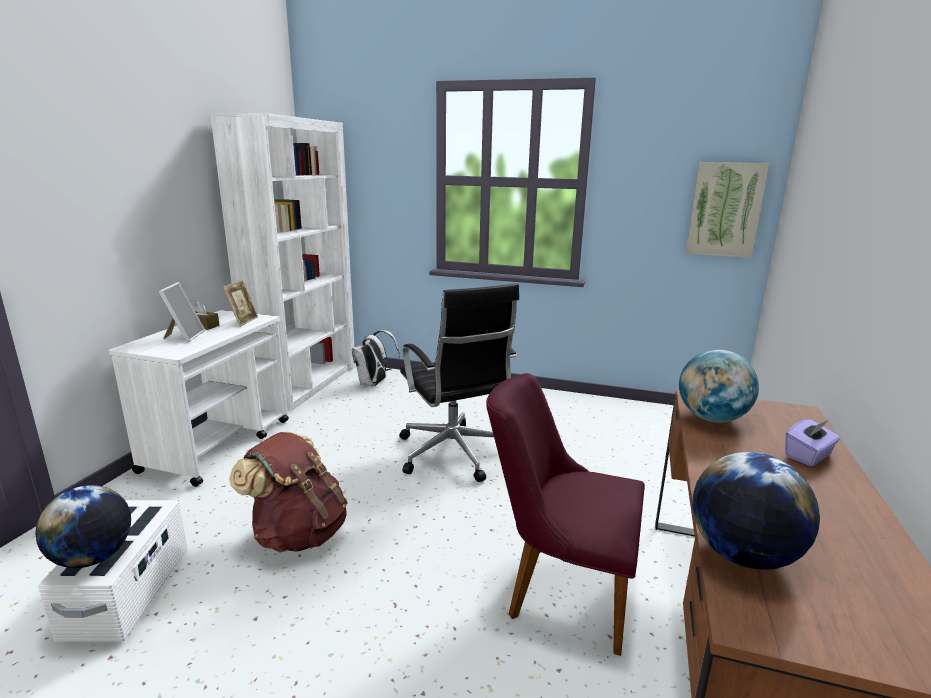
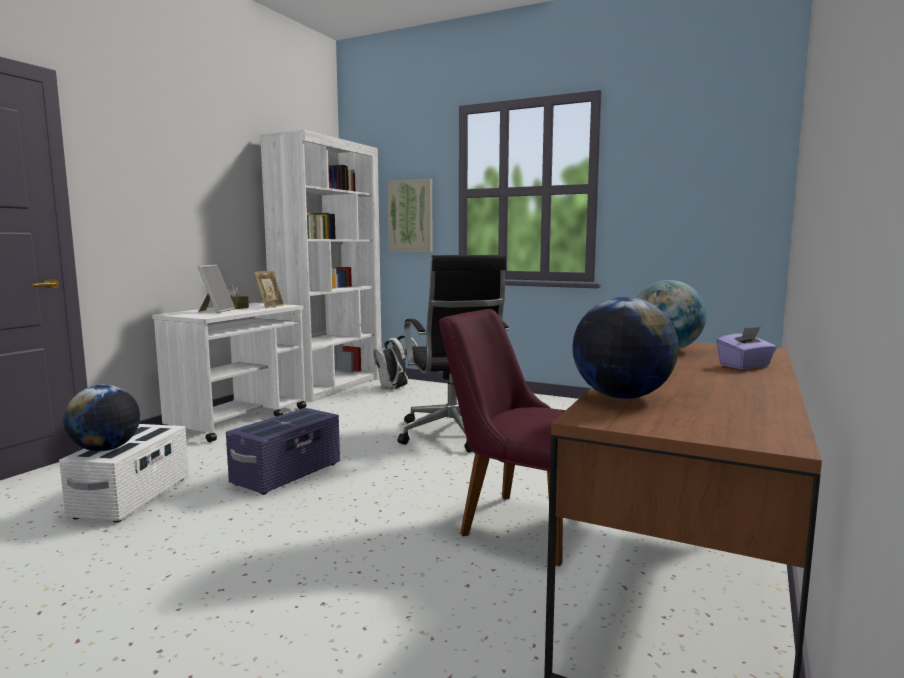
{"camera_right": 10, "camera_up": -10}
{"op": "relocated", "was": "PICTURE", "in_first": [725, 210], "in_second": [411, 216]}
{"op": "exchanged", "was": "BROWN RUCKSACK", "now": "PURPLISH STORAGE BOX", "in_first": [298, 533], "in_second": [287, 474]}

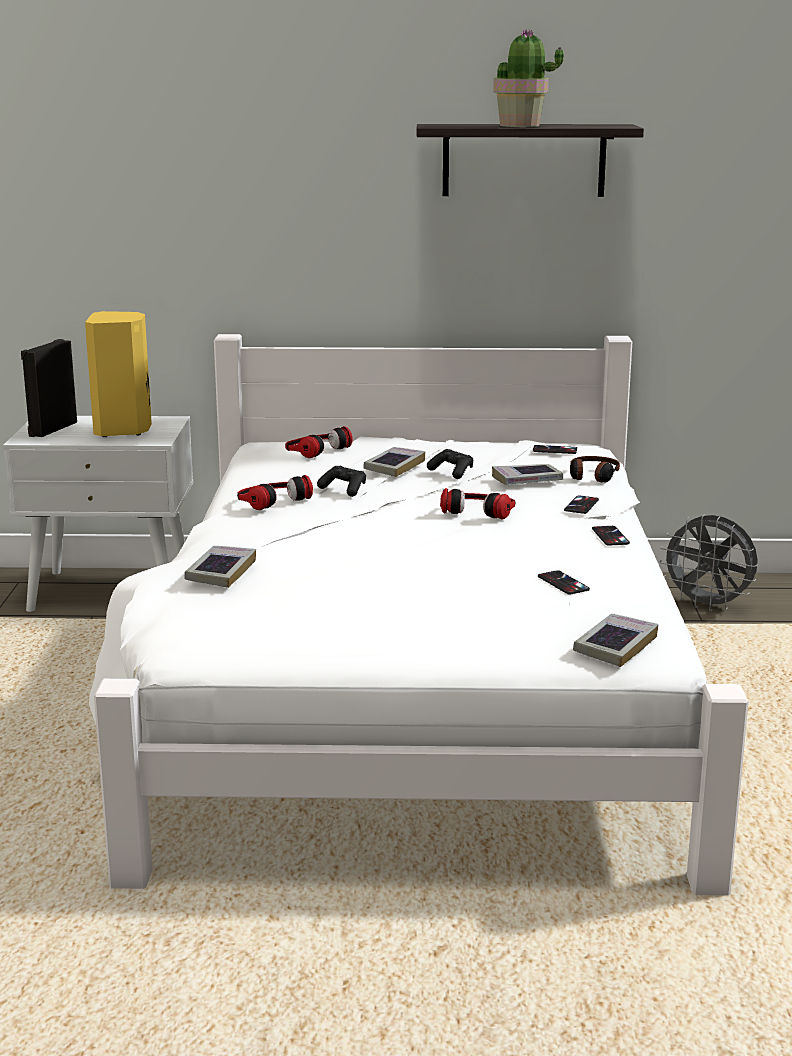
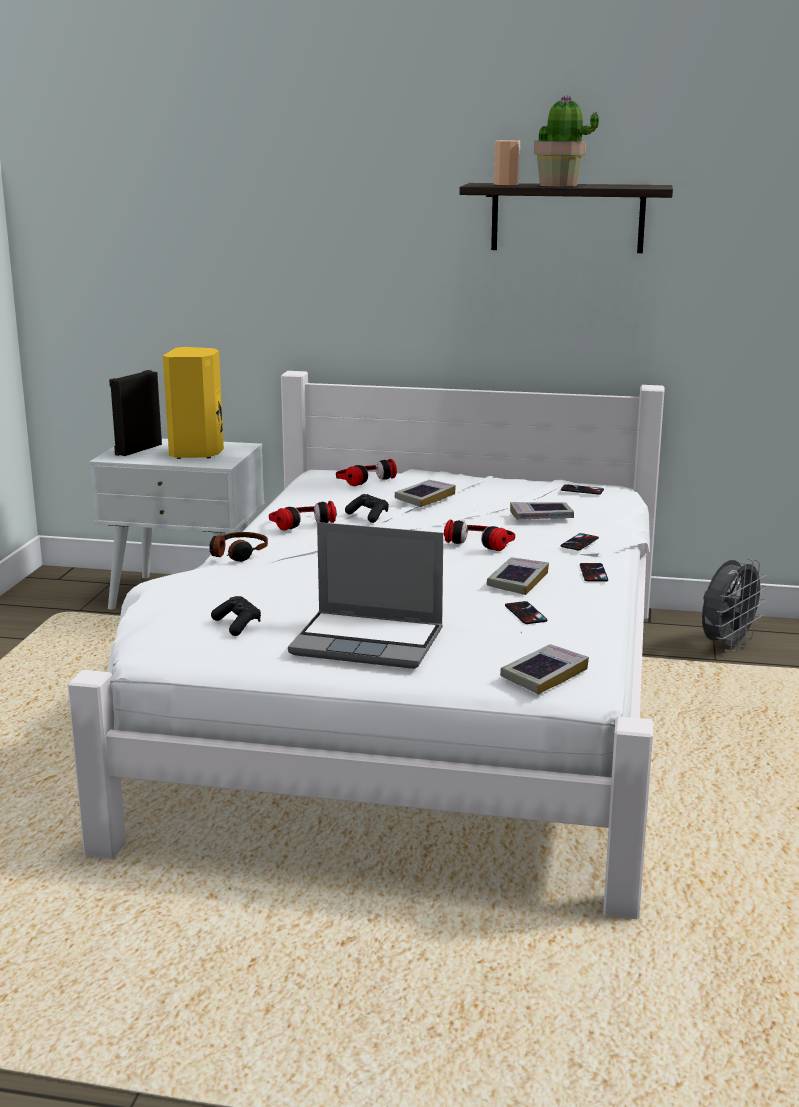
{"camera_right": 10, "camera_up": 0}
{"op": "appeared", "now": "LAPTOP", "in_second": [370, 642]}
{"op": "appeared", "now": "DRINKING CUP", "in_second": [506, 184]}
{"op": "relocated", "was": "VOLUME", "in_first": [221, 572], "in_second": [517, 581]}
{"op": "relocated", "was": "BLACK-COLOURED JOYPAD", "in_first": [451, 472], "in_second": [237, 625]}
{"op": "relocated", "was": "PAIR OF HEADPHONES", "in_first": [593, 476], "in_second": [238, 554]}
{"op": "spun", "was": "GREY ELECTRIC FAN", "in_first": [708, 605], "in_second": [727, 646], "clockwise": -90}

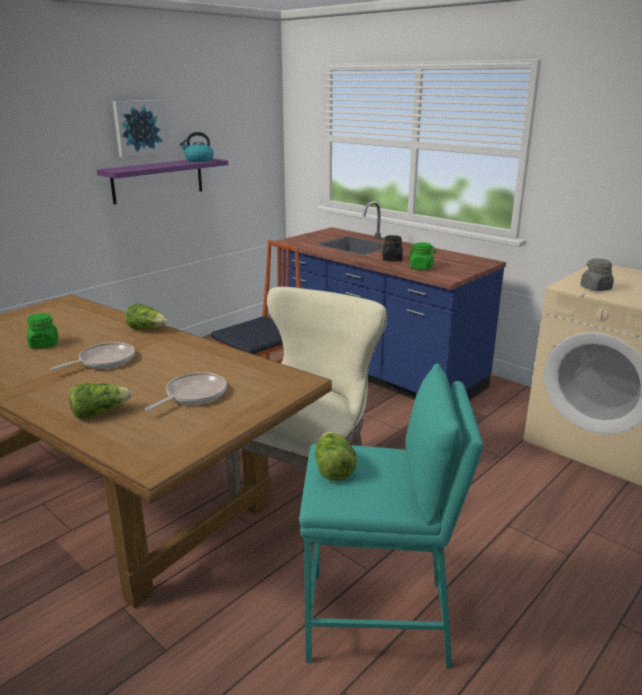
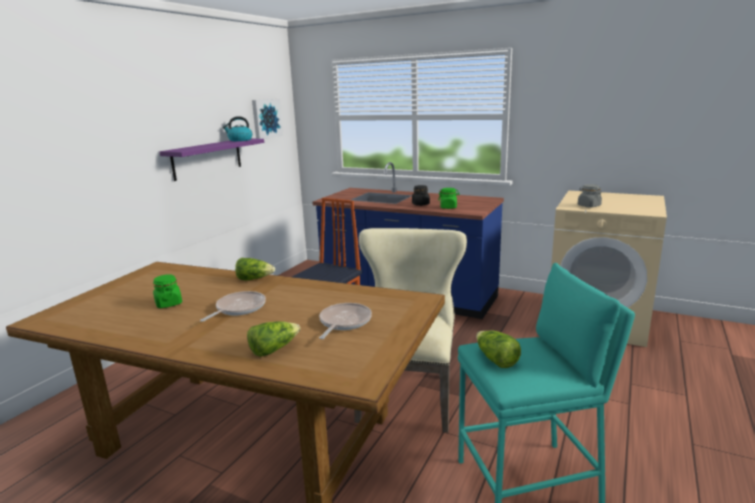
{"camera_right": -15, "camera_up": -5}
{"op": "relocated", "was": "PICTURE", "in_first": [138, 128], "in_second": [266, 118]}

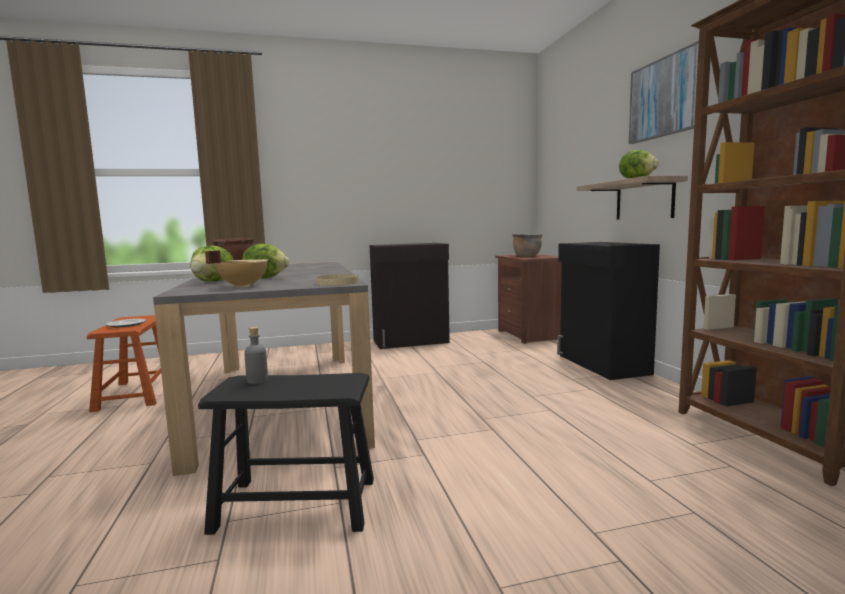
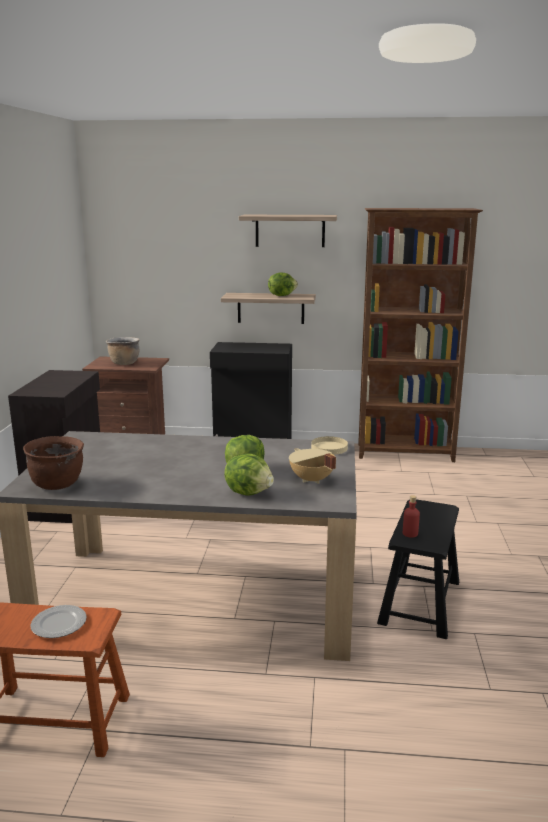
{"camera_right": -70, "camera_up": 10}
{"op": "exchanged", "was": "PICTURE", "now": "SHELF", "in_first": [665, 97], "in_second": [290, 230]}
{"op": "colour", "was": "GREY BEVERAGE BOTTLE", "now": "REDDISH BEVERAGE BOTTLE", "in_first": [257, 381], "in_second": [410, 533]}

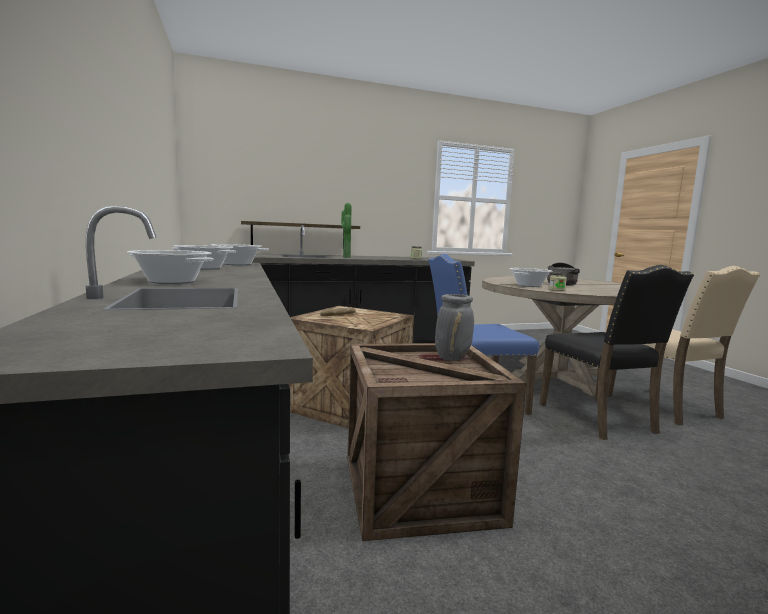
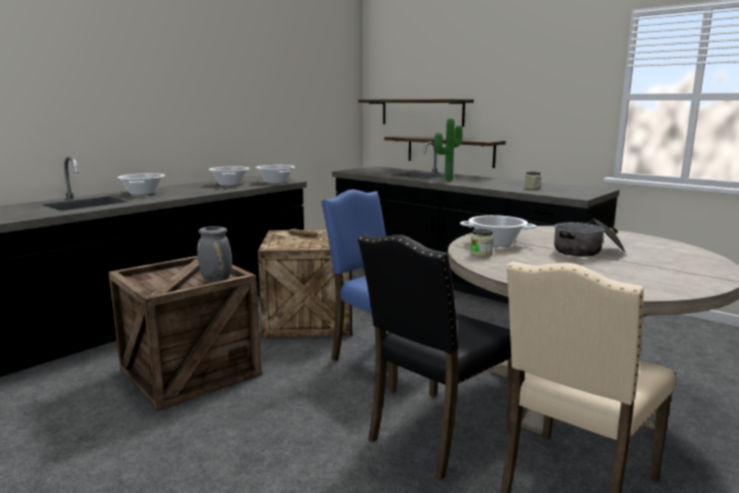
{"camera_right": 60, "camera_up": 5}
{"op": "appeared", "now": "SHELF", "in_second": [421, 112]}

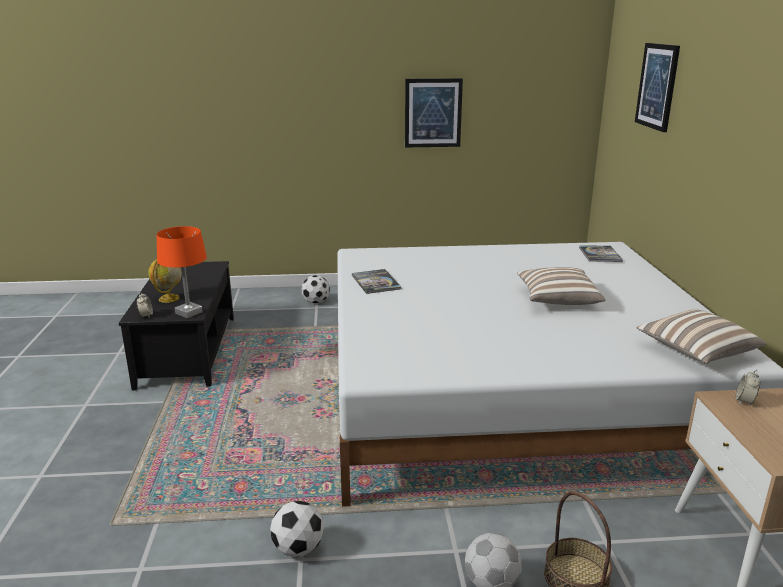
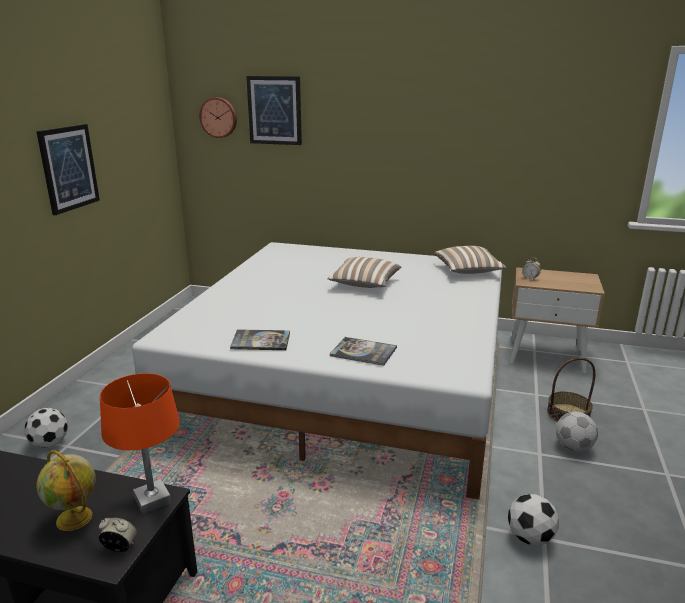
{"camera_right": -70, "camera_up": 0}
{"op": "appeared", "now": "HANGING CLOCK", "in_second": [219, 117]}
{"op": "relocated", "was": "VOLUME", "in_first": [600, 254], "in_second": [363, 352]}

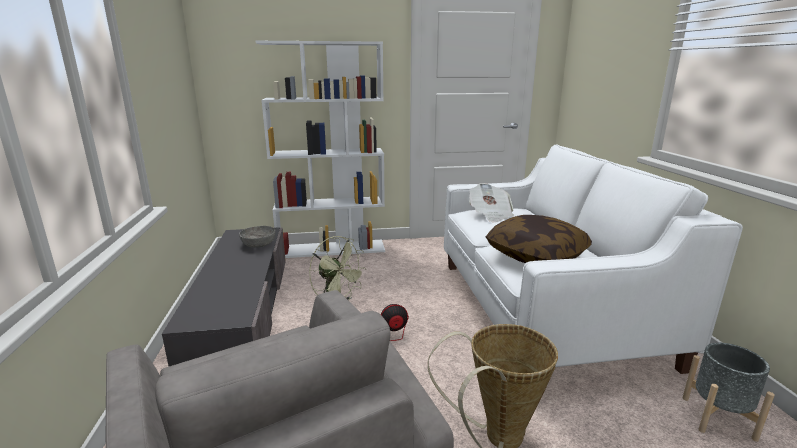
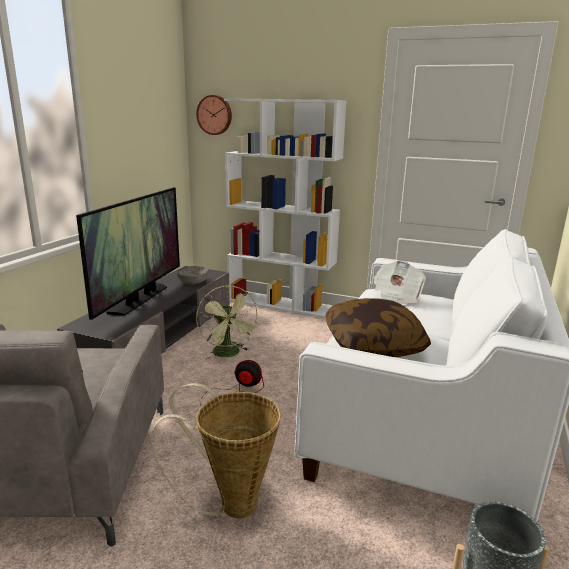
{"camera_right": 30, "camera_up": 0}
{"op": "appeared", "now": "TELEVISION", "in_second": [140, 299]}
{"op": "appeared", "now": "HANGING CLOCK", "in_second": [215, 115]}

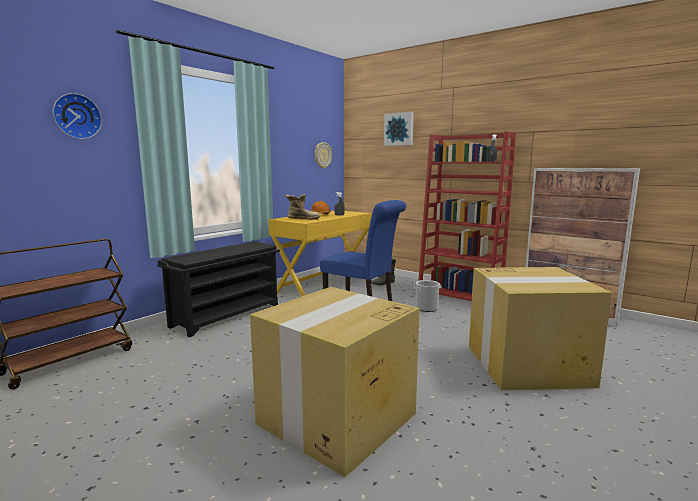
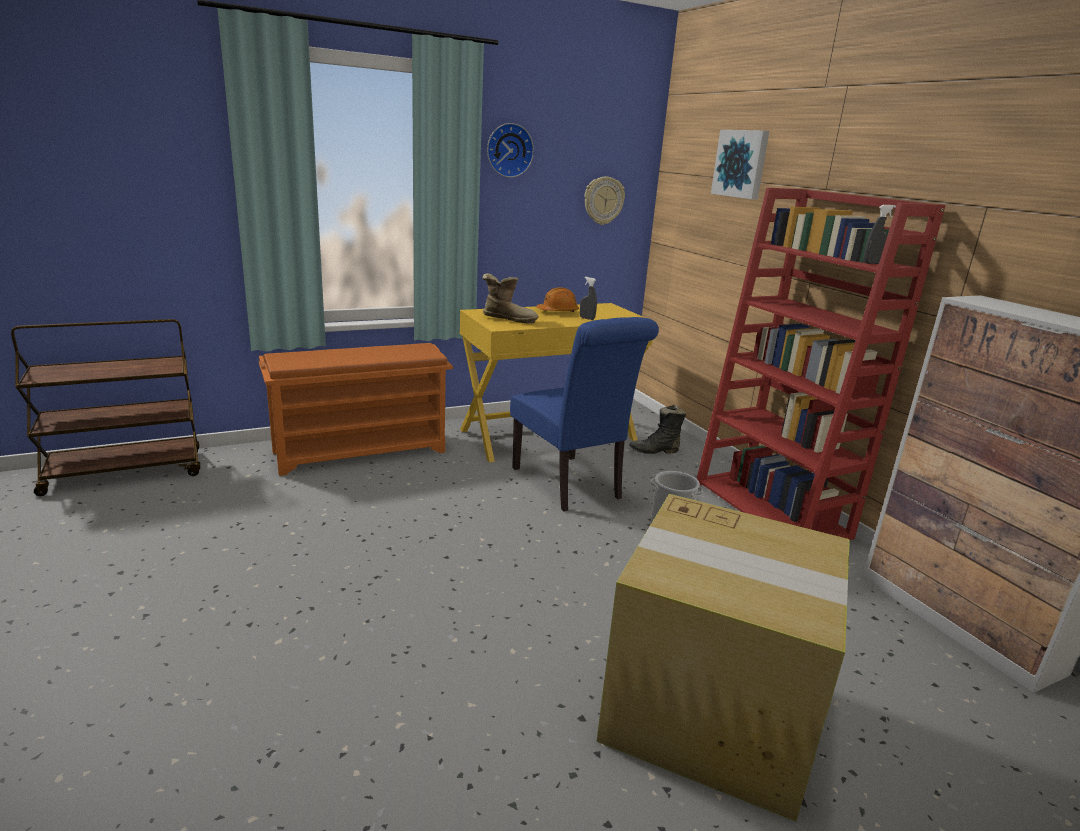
{"camera_right": 25, "camera_up": 10}
{"op": "missing", "was": "CARTON", "in_first": [336, 419]}
{"op": "relocated", "was": "HANGING CLOCK", "in_first": [76, 116], "in_second": [509, 150]}
{"op": "colour", "was": "BLACK-COLOURED SHOE STAND", "now": "ORANGE-COLOURED SHOE STAND", "in_first": [227, 315], "in_second": [361, 451]}

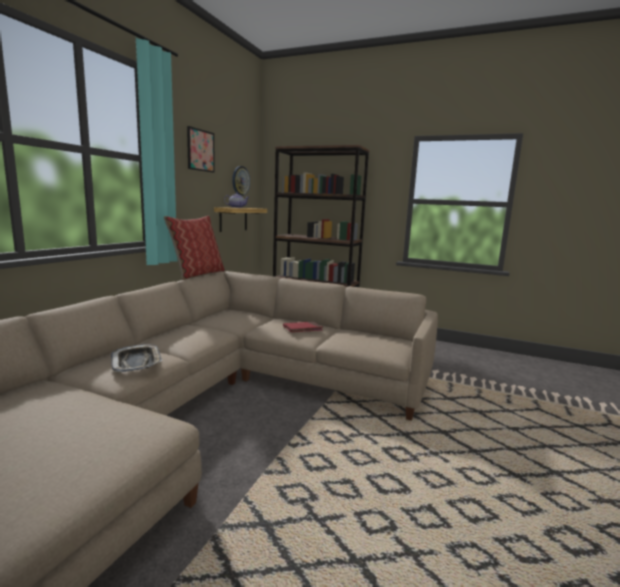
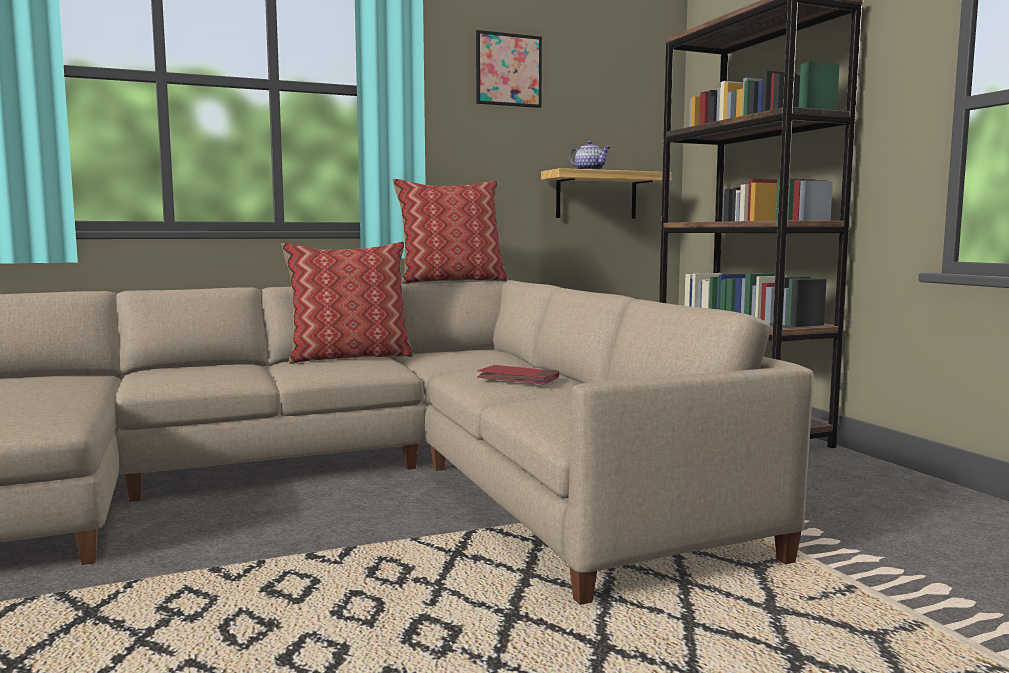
{"camera_right": 45, "camera_up": -5}
{"op": "missing", "was": "CARRYING TRAY", "in_first": [137, 362]}
{"op": "missing", "was": "HANGING CLOCK", "in_first": [240, 181]}
{"op": "appeared", "now": "THROW PILLOW", "in_second": [350, 357]}

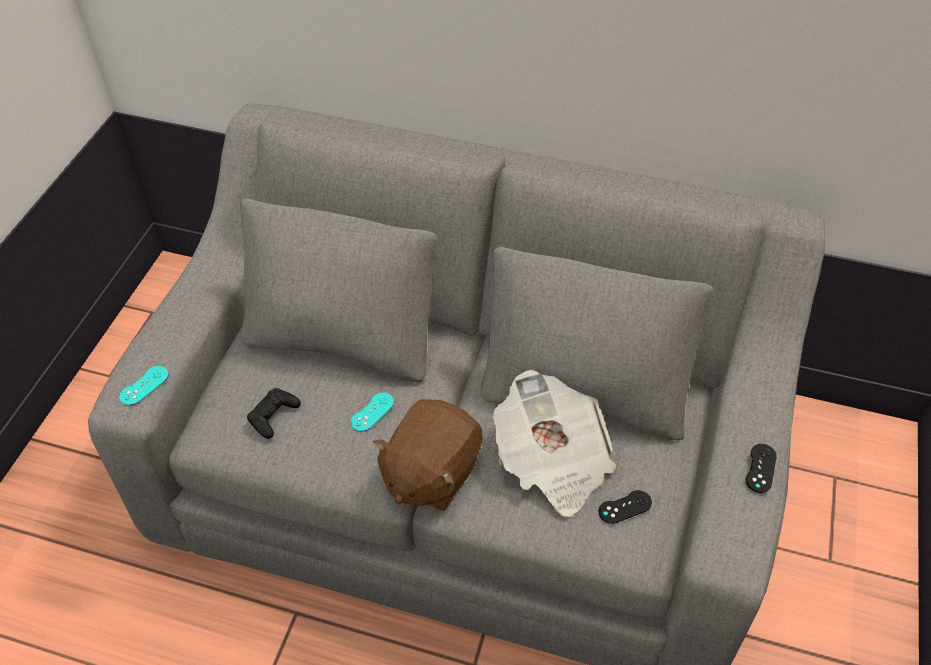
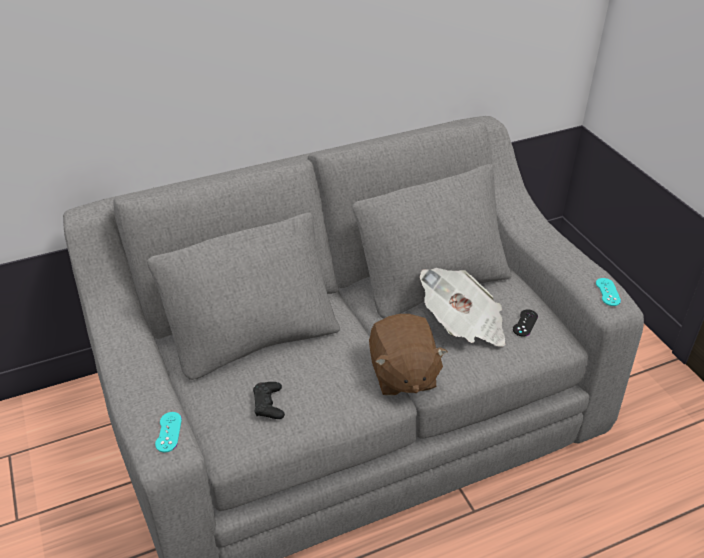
{"camera_right": -40, "camera_up": -10}
{"op": "missing", "was": "BLACK-COLOURED JOYPAD", "in_first": [760, 468]}
{"op": "relocated", "was": "BLUE-GREEN JOYPAD", "in_first": [372, 412], "in_second": [608, 292]}

